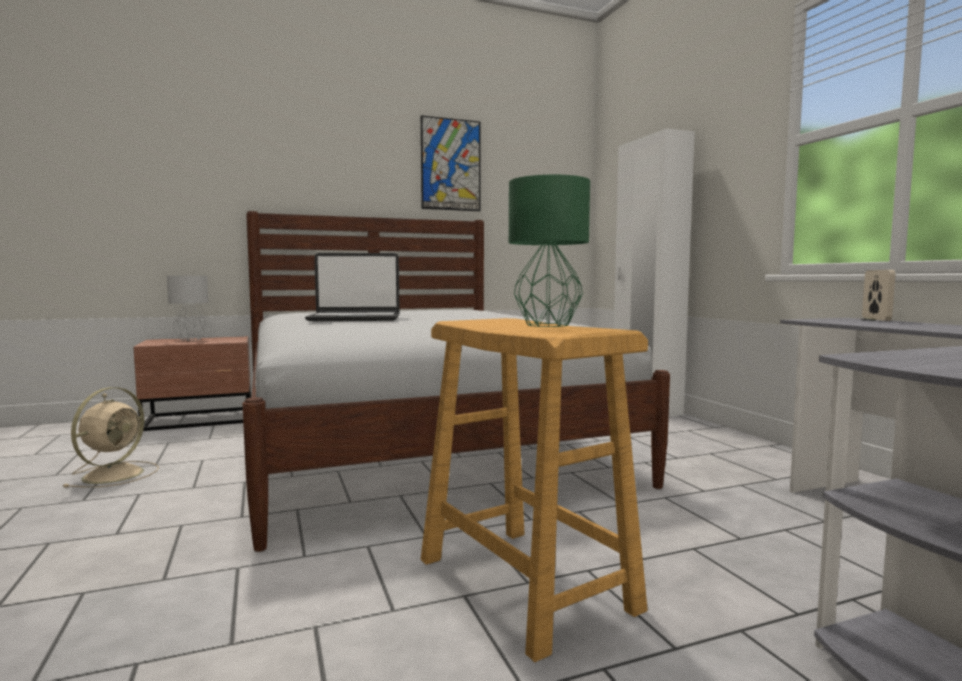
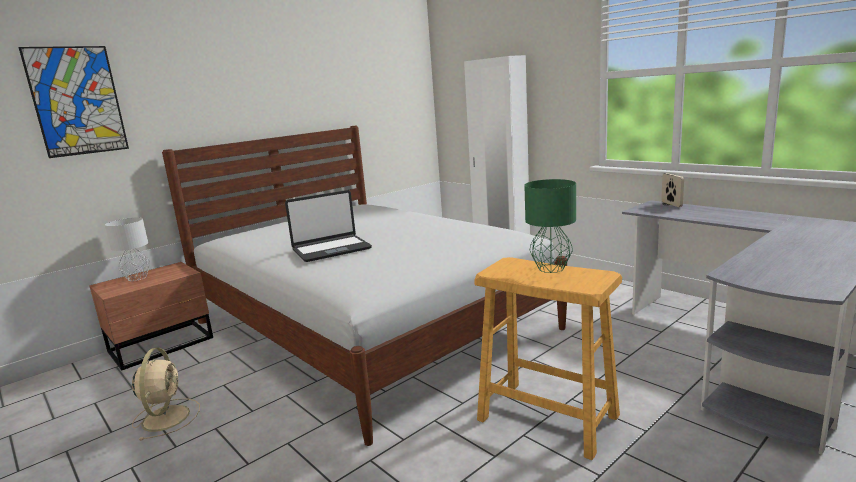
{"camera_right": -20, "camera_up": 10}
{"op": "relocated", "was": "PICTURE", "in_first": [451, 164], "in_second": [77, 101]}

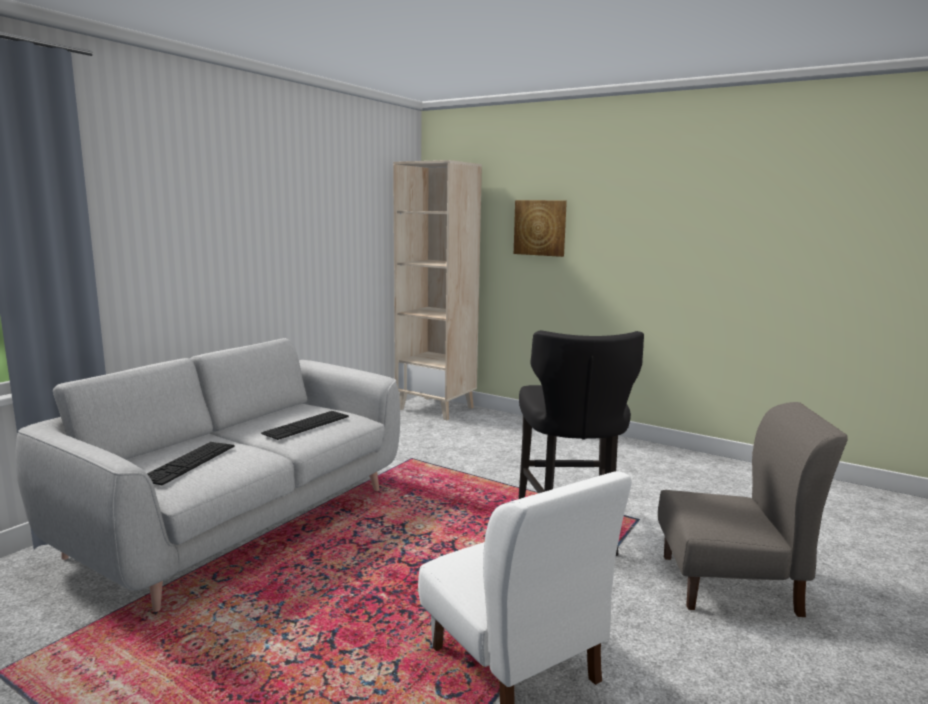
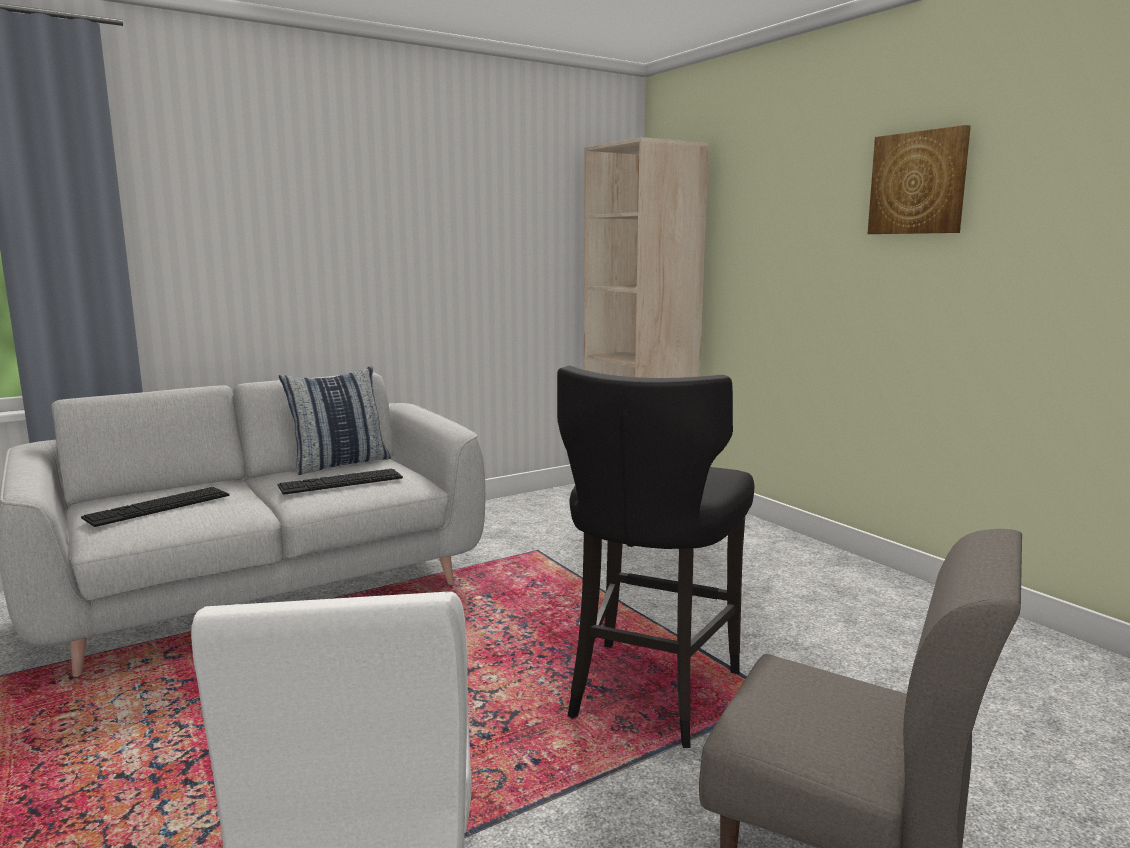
{"camera_right": 25, "camera_up": 0}
{"op": "appeared", "now": "THROW PILLOW", "in_second": [340, 464]}
{"op": "relocated", "was": "PICTURE", "in_first": [540, 227], "in_second": [918, 183]}

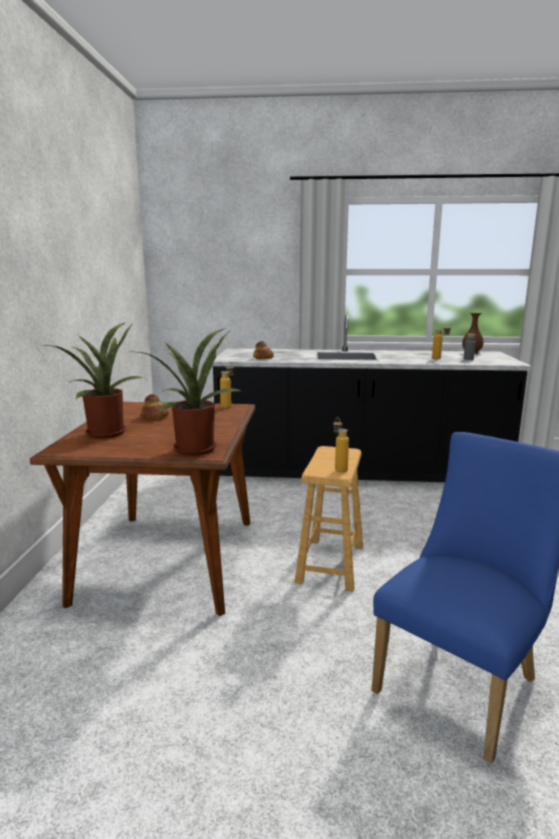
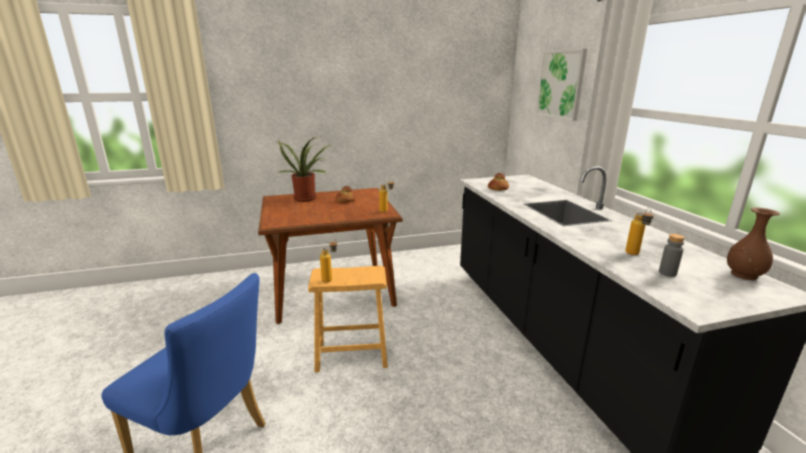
{"camera_right": 70, "camera_up": 5}
{"op": "missing", "was": "HOUSEPLANT", "in_first": [193, 448]}
{"op": "appeared", "now": "PICTURE", "in_second": [561, 84]}

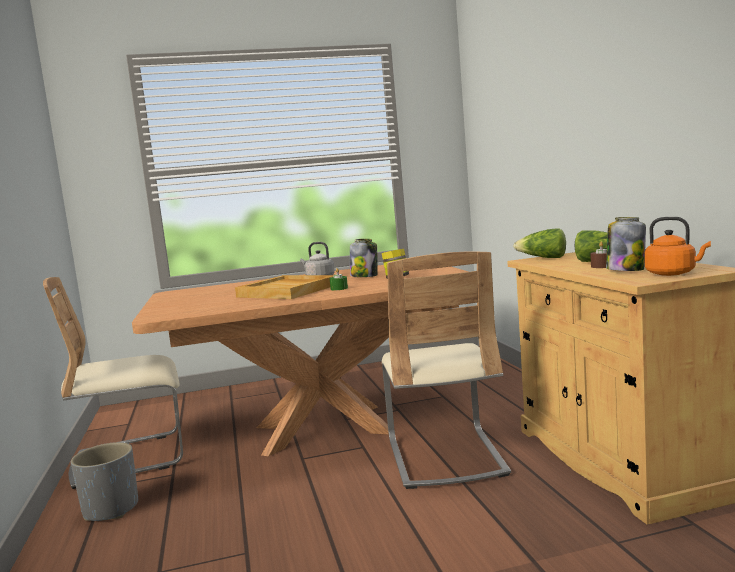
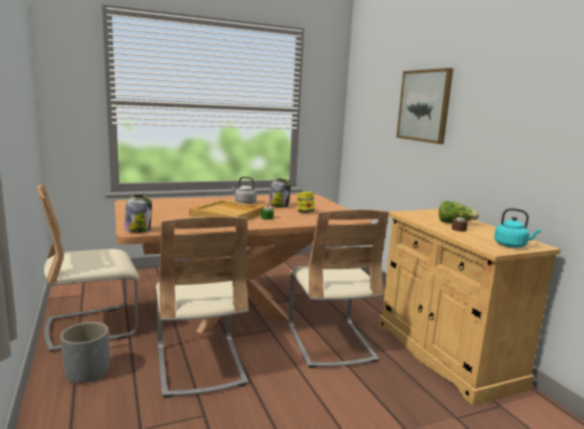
{"camera_right": -10, "camera_up": 5}
{"op": "missing", "was": "LETTUCE HEAD", "in_first": [543, 258]}
{"op": "appeared", "now": "BEIGE PLAIN CHAIR", "in_second": [199, 365]}
{"op": "appeared", "now": "PICTURE", "in_second": [424, 106]}
{"op": "relocated", "was": "JAR", "in_first": [625, 270], "in_second": [138, 230]}
{"op": "colour", "was": "ORANGE-COLOURED KETTLE", "now": "BLUE-GREEN KETTLE", "in_first": [673, 273], "in_second": [512, 245]}

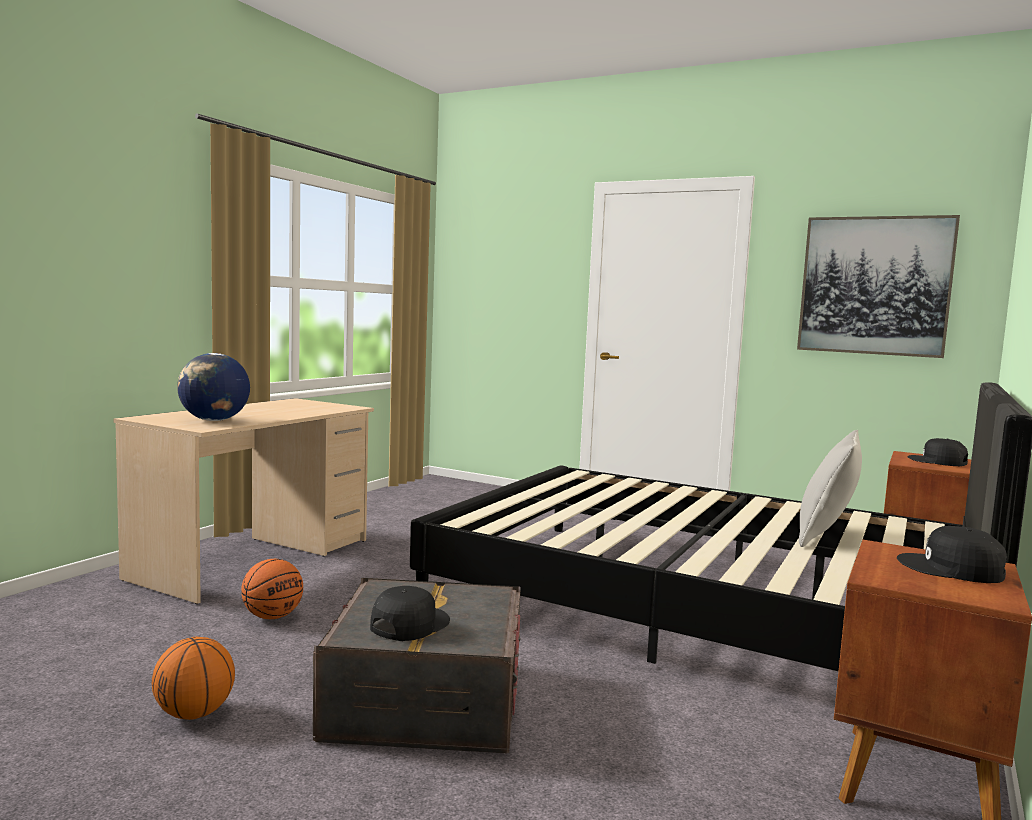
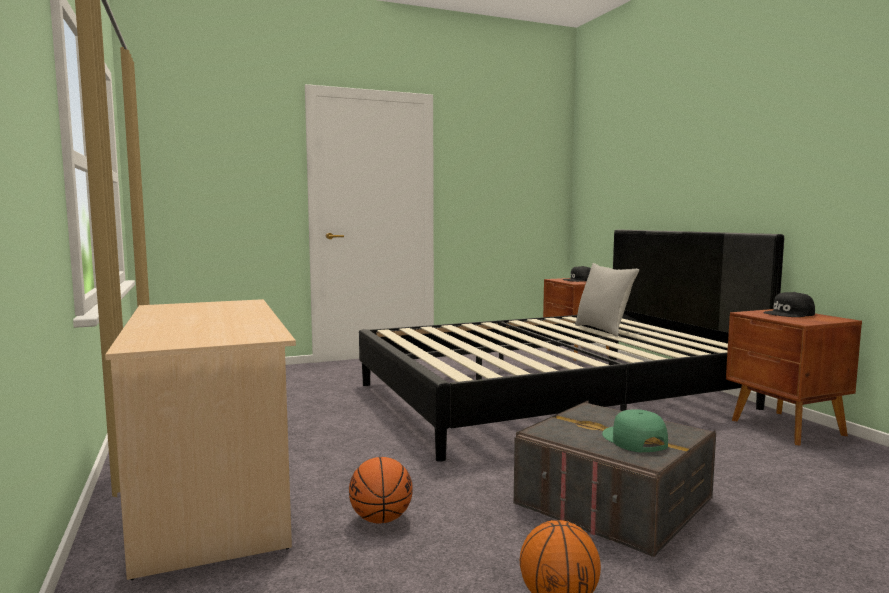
{"camera_right": -50, "camera_up": 0}
{"op": "missing", "was": "DESK GLOBE", "in_first": [214, 420]}
{"op": "missing", "was": "PICTURE", "in_first": [874, 286]}
{"op": "colour", "was": "BLACK-COLOURED BASEBALL CAP", "now": "GREENISH BASEBALL CAP", "in_first": [409, 624], "in_second": [633, 440]}

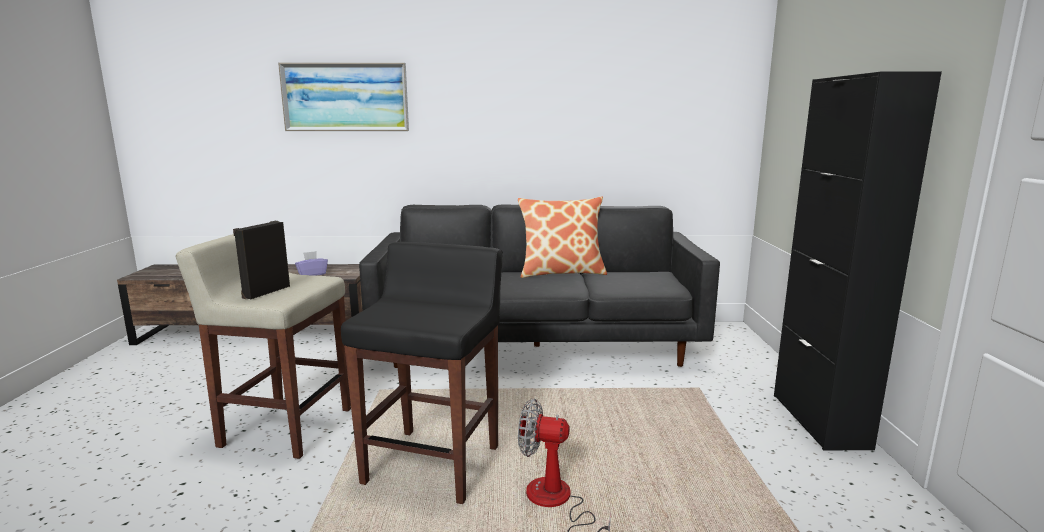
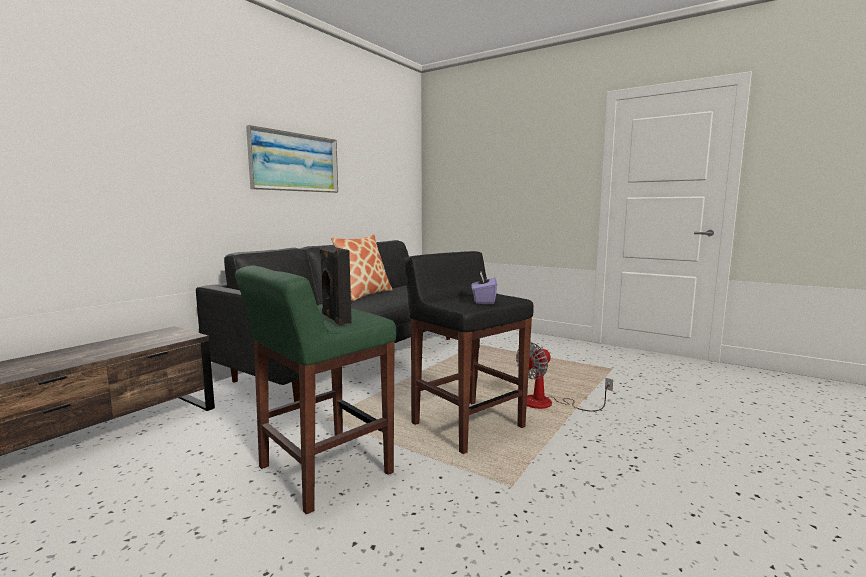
{"camera_right": -55, "camera_up": -5}
{"op": "missing", "was": "BLACK-COLOURED CABINET", "in_first": [819, 420]}
{"op": "relocated", "was": "PICTURE", "in_first": [345, 97], "in_second": [295, 162]}
{"op": "relocated", "was": "PURPLISH TISSUE BOX", "in_first": [312, 274], "in_second": [483, 301]}
{"op": "colour", "was": "BEIGE STOOL SEAT", "now": "GREENISH STOOL SEAT", "in_first": [285, 427], "in_second": [323, 471]}

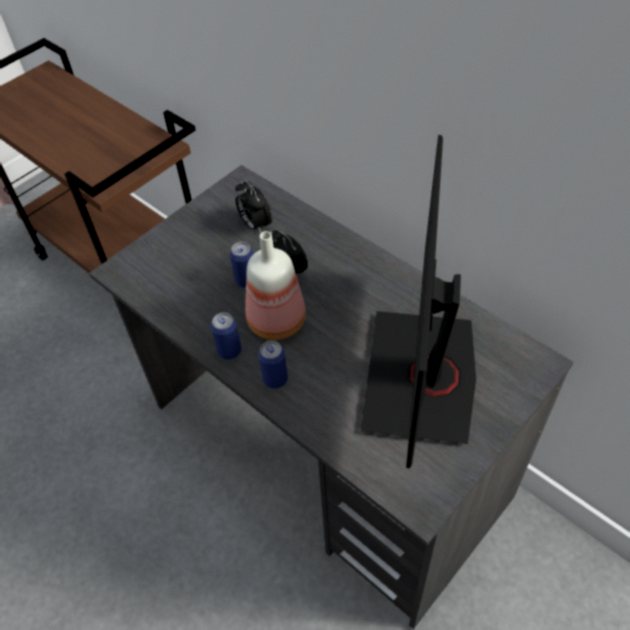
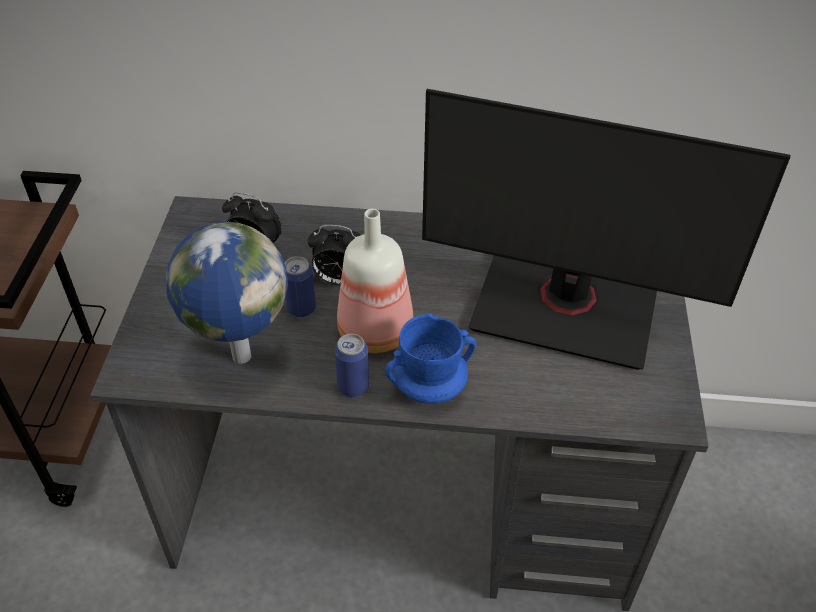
{"camera_right": -40, "camera_up": -5}
{"op": "appeared", "now": "DESK GLOBE", "in_second": [240, 355]}
{"op": "exchanged", "was": "SEALED CAN", "now": "BLUISH COFFEE MUG", "in_first": [275, 379], "in_second": [430, 387]}
{"op": "spun", "was": "MONITOR", "in_first": [421, 376], "in_second": [565, 308], "clockwise": -45}

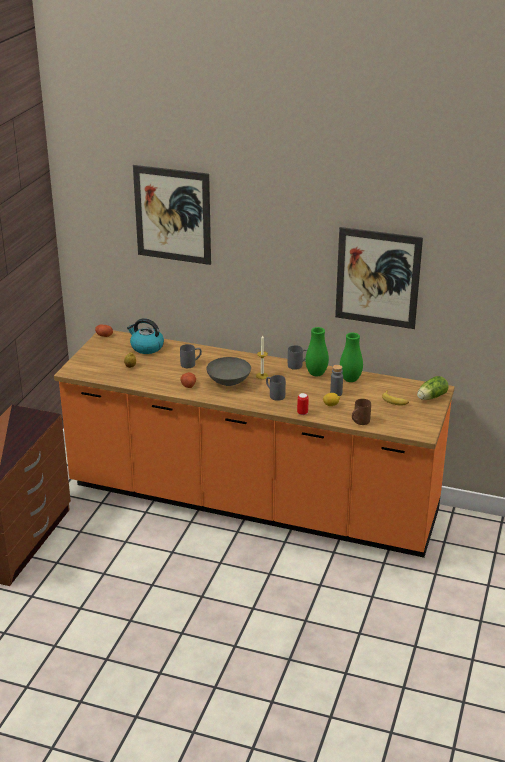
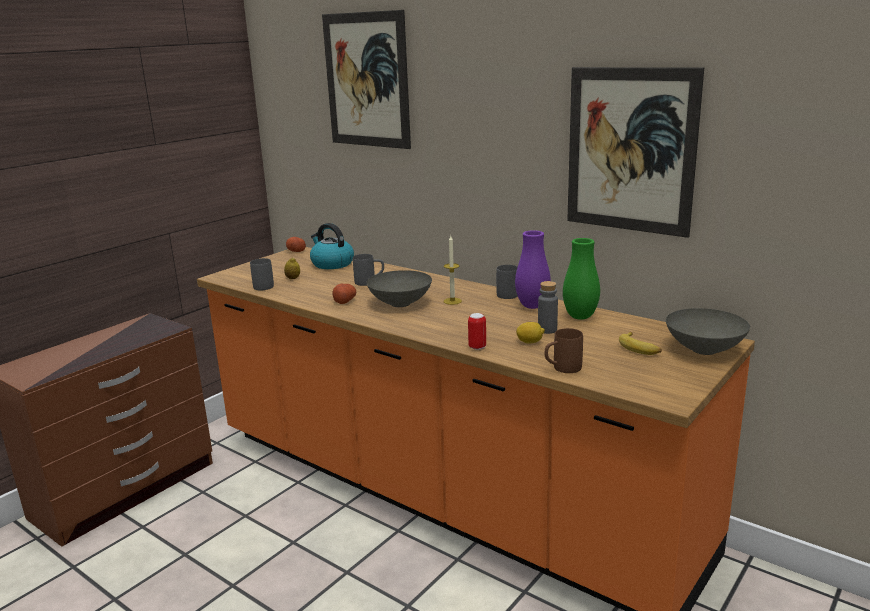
{"camera_right": 20, "camera_up": -10}
{"op": "relocated", "was": "GREY COFFEE MUG", "in_first": [274, 395], "in_second": [262, 285]}
{"op": "exchanged", "was": "LETTUCE HEAD", "now": "GREY DEEP DISH", "in_first": [430, 397], "in_second": [705, 350]}
{"op": "colour", "was": "GREENISH FLOWER VASE", "now": "PURPLISH FLOWER VASE", "in_first": [316, 374], "in_second": [532, 306]}

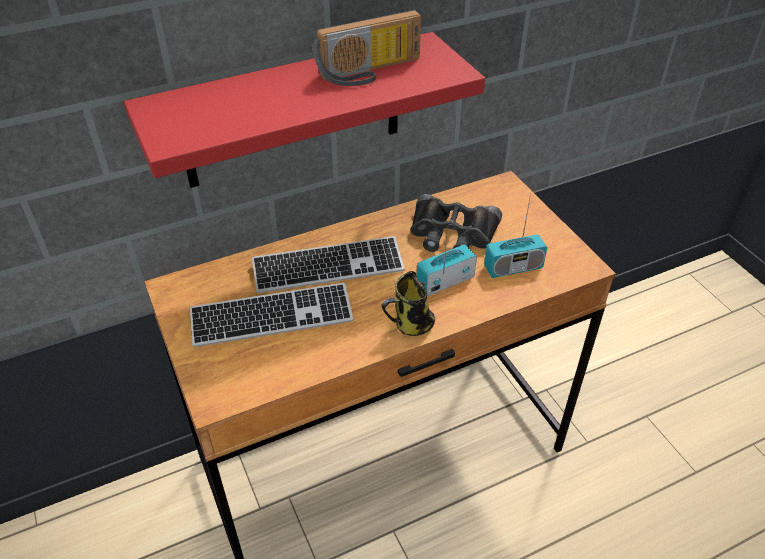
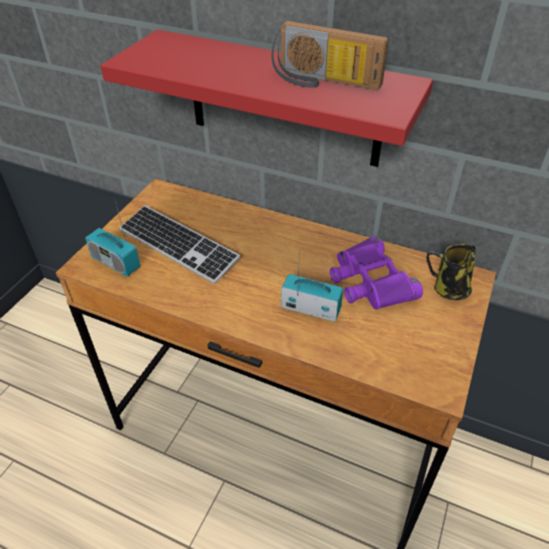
{"camera_right": 50, "camera_up": 0}
{"op": "missing", "was": "COMPUTER KEYBOARD", "in_first": [328, 267]}
{"op": "relocated", "was": "COFFEE MUG", "in_first": [411, 325], "in_second": [448, 289]}
{"op": "relocated", "was": "RADIO SET", "in_first": [513, 267], "in_second": [115, 263]}
{"op": "colour", "was": "BLACK-COLOURED PAIR OF BINOCULARS", "now": "PURPLISH PAIR OF BINOCULARS", "in_first": [452, 233], "in_second": [369, 281]}

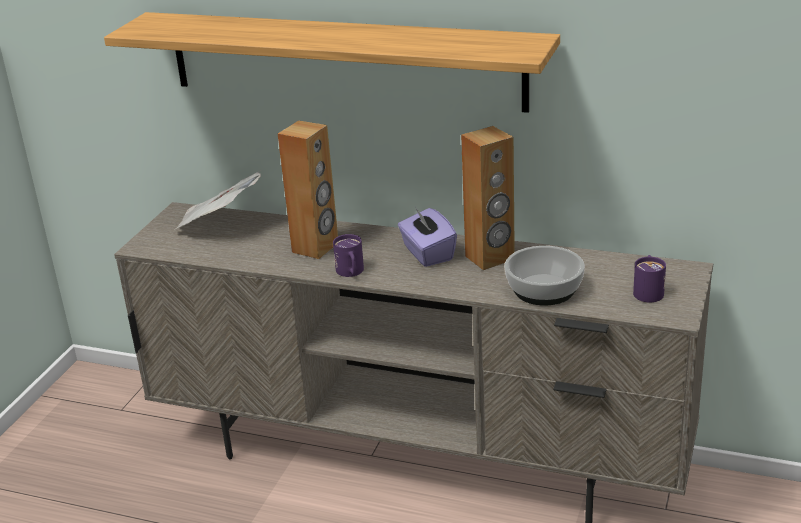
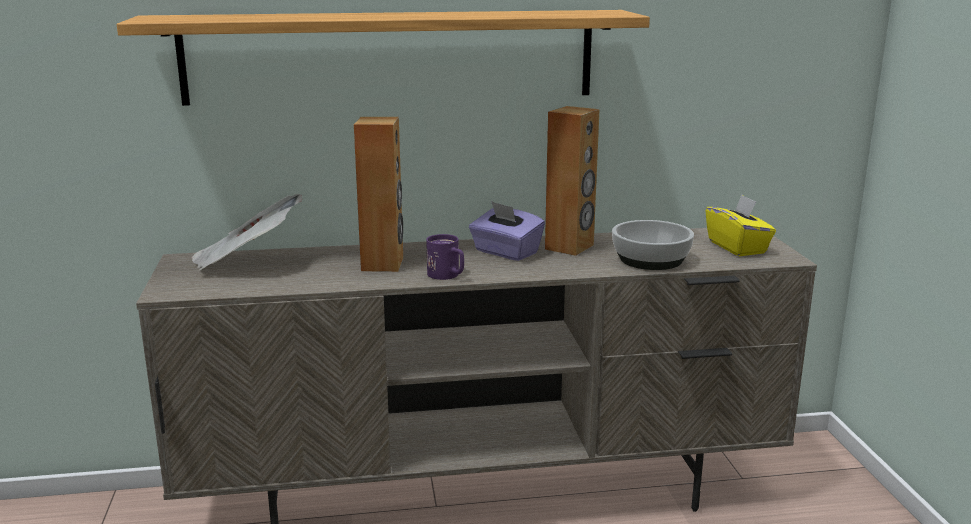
{"camera_right": -30, "camera_up": -10}
{"op": "exchanged", "was": "PURPLISH COFFEE MUG", "now": "YELLOW TISSUE BOX", "in_first": [648, 291], "in_second": [737, 247]}

